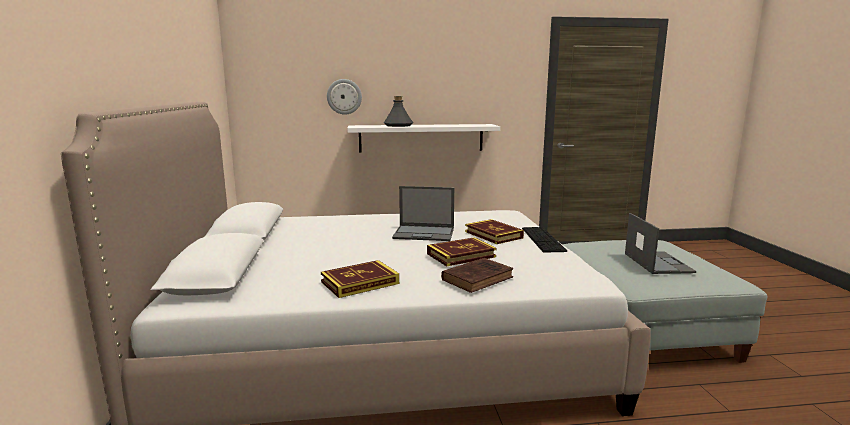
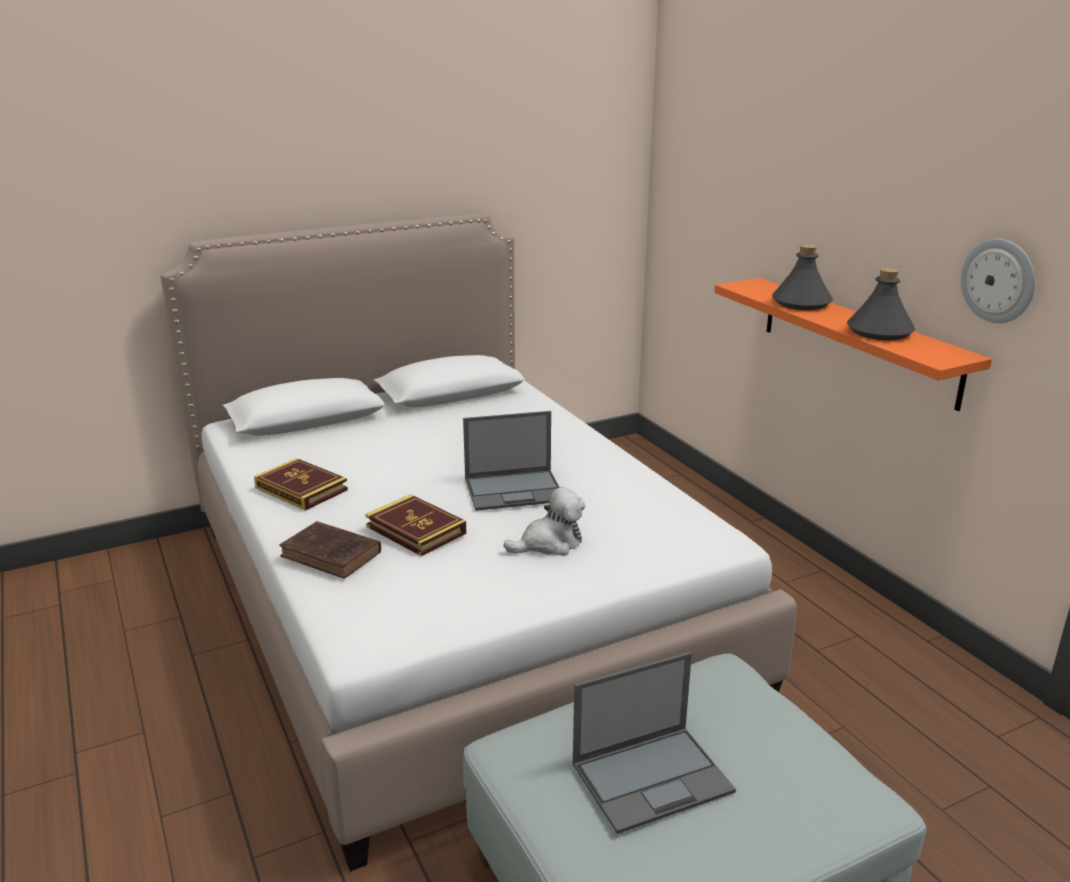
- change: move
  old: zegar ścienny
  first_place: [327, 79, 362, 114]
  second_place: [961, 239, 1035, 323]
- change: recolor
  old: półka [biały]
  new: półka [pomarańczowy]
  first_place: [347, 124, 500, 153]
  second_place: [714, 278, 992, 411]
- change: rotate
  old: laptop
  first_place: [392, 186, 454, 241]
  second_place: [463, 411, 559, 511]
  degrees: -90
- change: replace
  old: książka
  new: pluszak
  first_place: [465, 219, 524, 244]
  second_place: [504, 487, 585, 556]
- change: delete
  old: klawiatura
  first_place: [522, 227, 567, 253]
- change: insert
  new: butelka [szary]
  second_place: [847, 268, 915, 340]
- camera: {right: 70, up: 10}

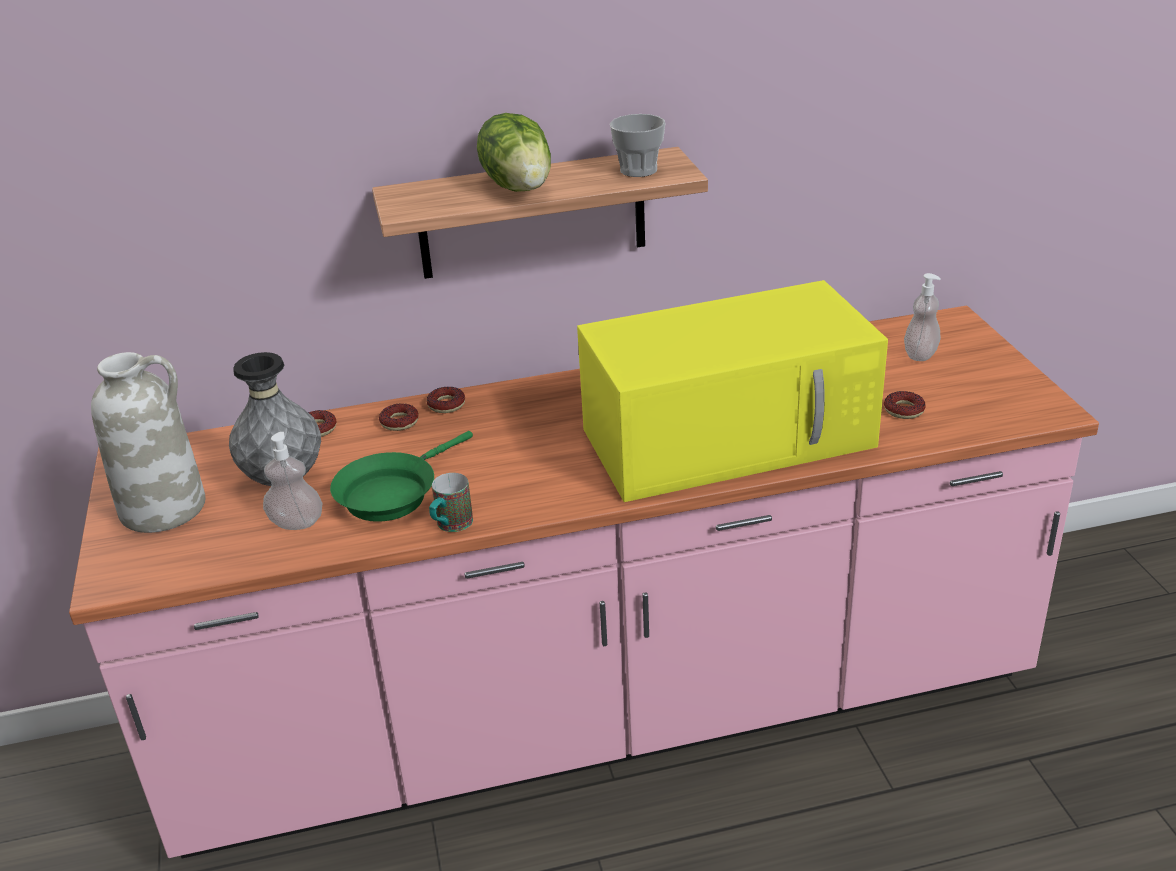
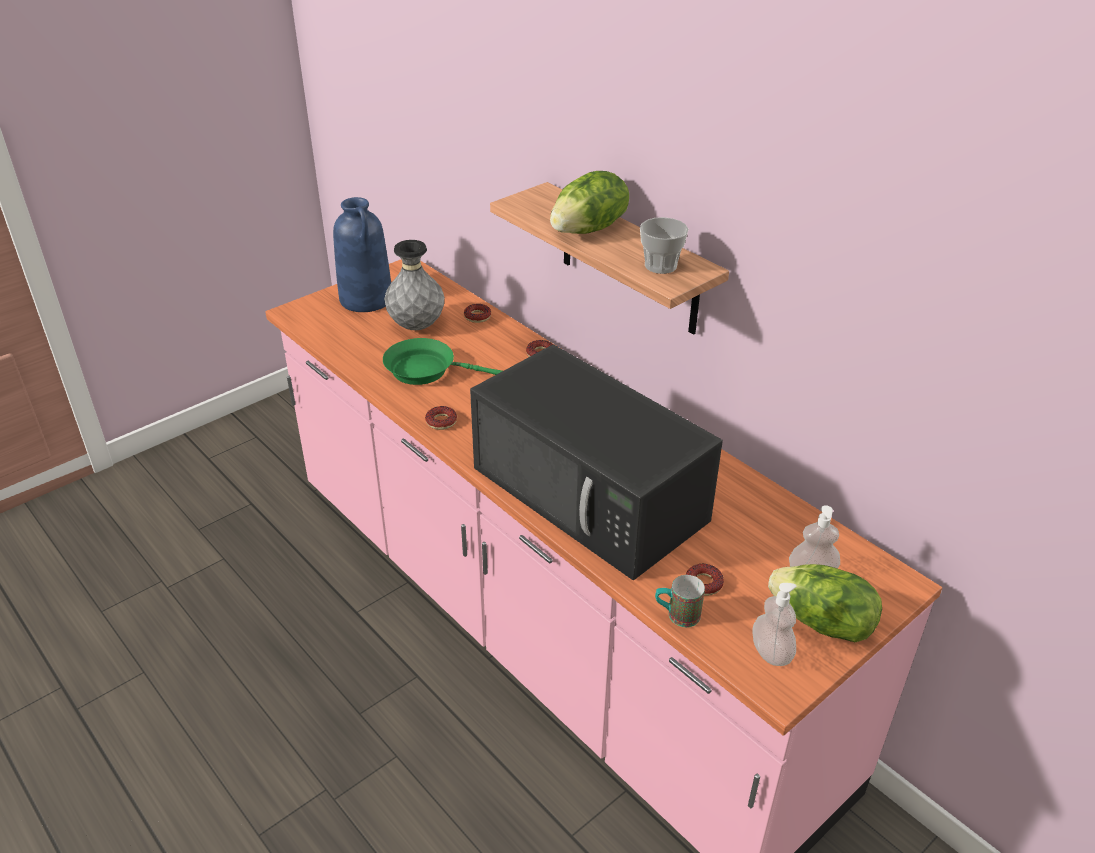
- change: recolor
  old: wazon [biały]
  new: wazon [niebieski]
  first_place: [91, 352, 205, 533]
  second_place: [333, 197, 391, 312]
- change: move
  old: dozownik mydła
  first_place: [263, 432, 322, 530]
  second_place: [752, 583, 797, 666]
- change: move
  old: donut
  first_place: [379, 403, 419, 431]
  second_place: [425, 406, 457, 430]
- change: move
  old: kubek
  first_place: [429, 473, 473, 532]
  second_place: [655, 575, 705, 627]
- change: recolor
  old: mikrofalówka [żółty]
  new: mikrofalówka [czarny]
  first_place: [577, 280, 888, 502]
  second_place: [470, 344, 723, 580]
- change: insert
  new: sałata
  second_place: [768, 564, 882, 642]
- camera: {right: 60, up: 5}

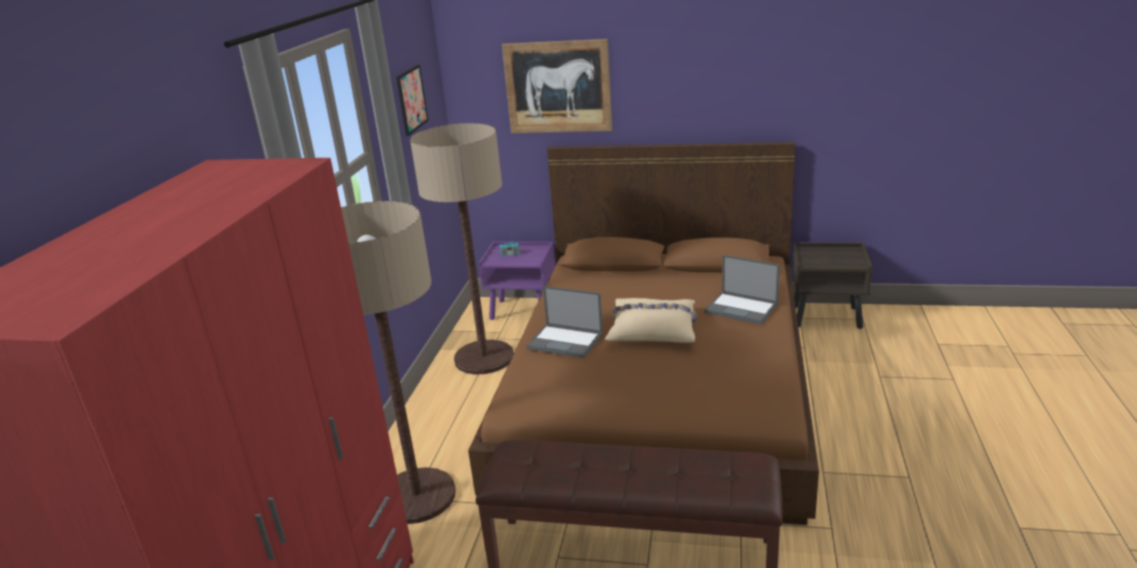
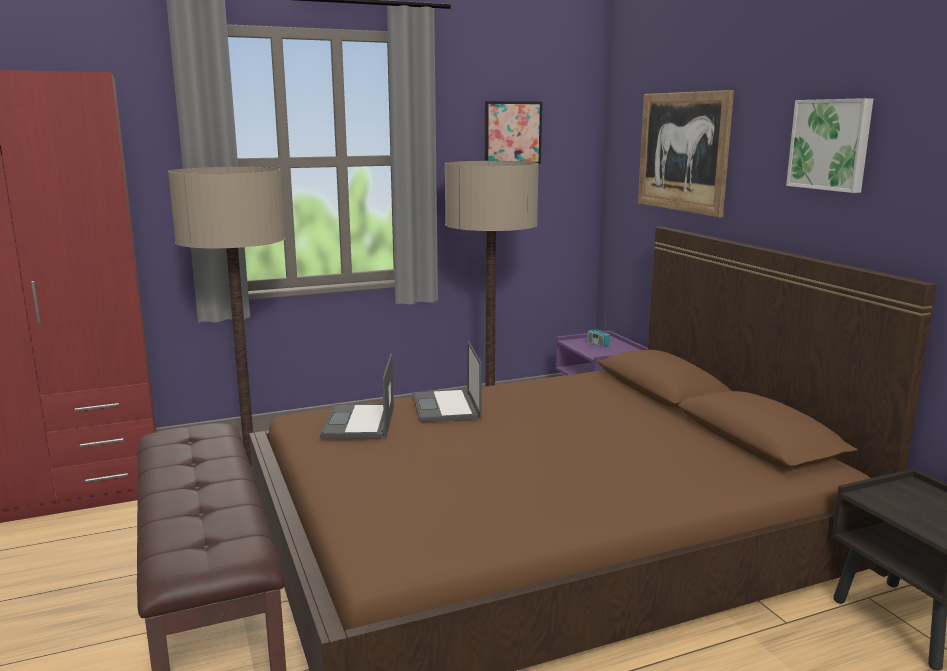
- change: delete
  old: poduszka [beżowy]
  first_place: [605, 298, 697, 343]
- change: move
  old: laptop
  first_place: [704, 255, 780, 325]
  second_place: [320, 353, 394, 438]
- change: insert
  new: obraz
  second_place: [786, 98, 873, 193]
- camera: {right: 55, up: -10}

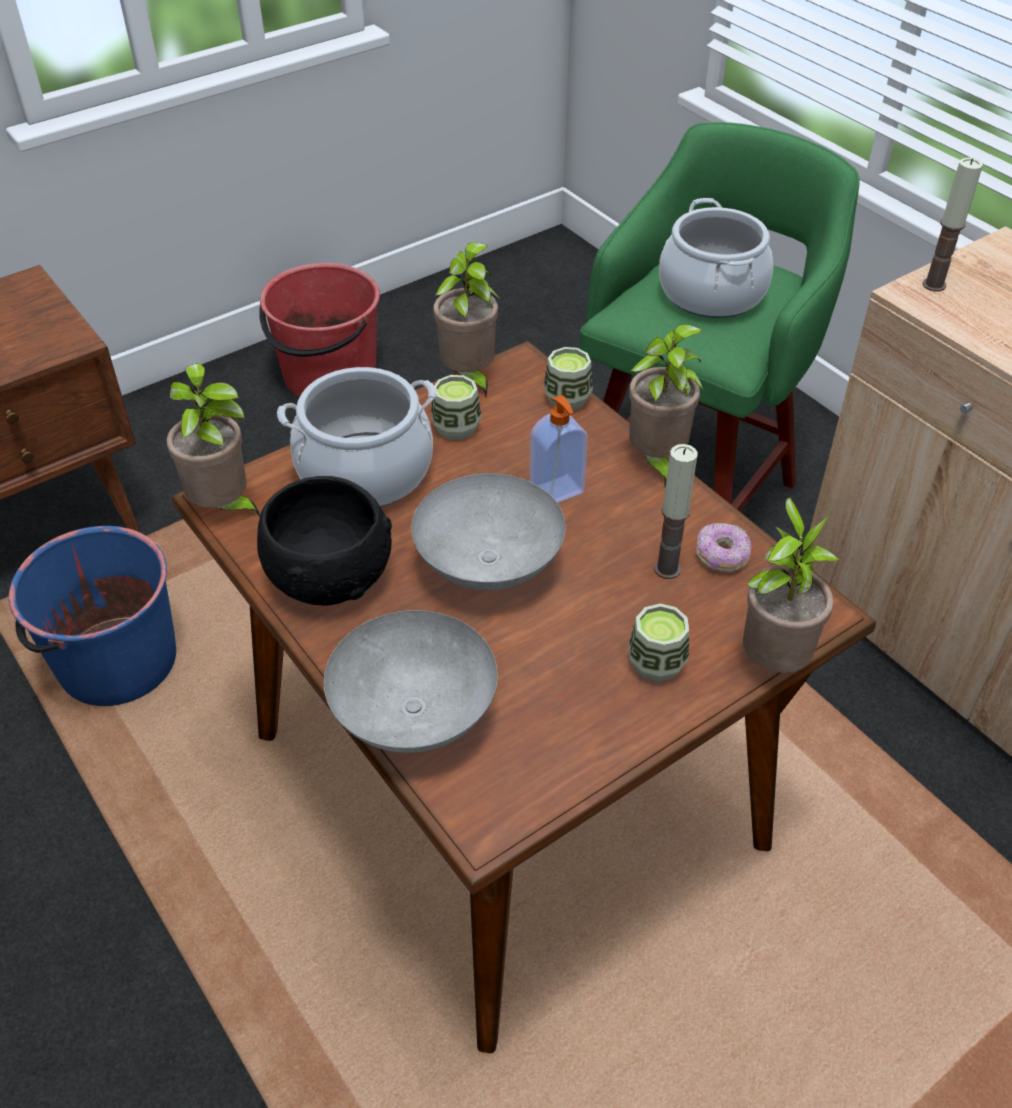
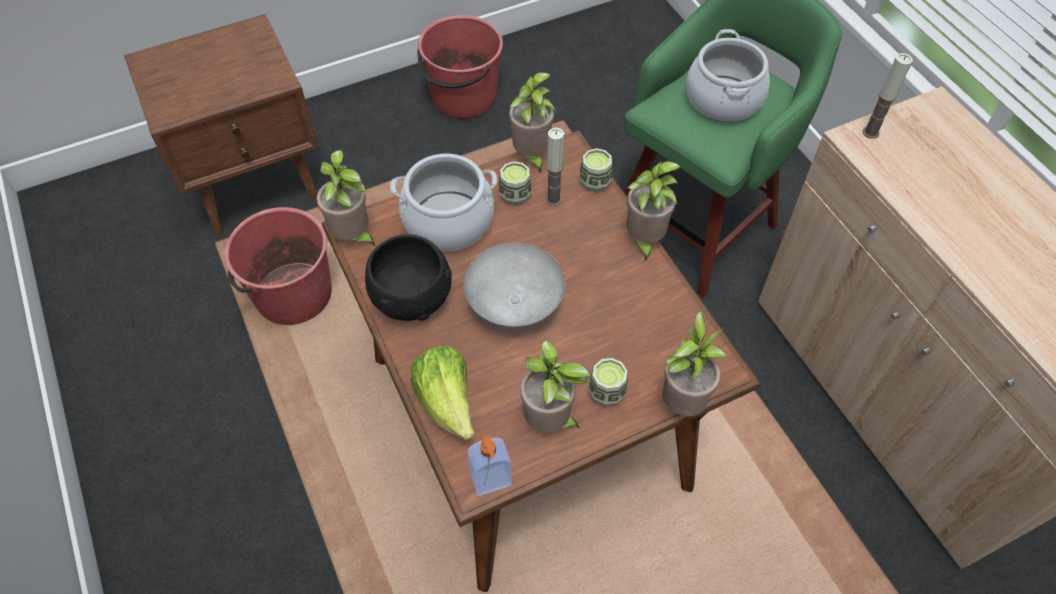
- change: recolor
  old: wiadro [niebieski]
  new: wiadro [czerwony]
  first_place: [9, 526, 176, 706]
  second_place: [224, 207, 332, 325]
- change: replace
  old: miska [szary]
  new: sałata
  first_place: [324, 610, 498, 753]
  second_place: [410, 346, 475, 440]
- change: move
  old: dozownik mydła
  first_place: [530, 395, 588, 503]
  second_place: [467, 435, 512, 496]
- change: move
  old: świeca
  first_place: [654, 444, 698, 579]
  second_place: [546, 128, 564, 206]
- change: delete
  old: donut
  first_place: [696, 523, 751, 572]
- change: insert
  new: roślina doniczkowa
  second_place: [520, 340, 590, 433]
- camera: {right: 10, up: 10}

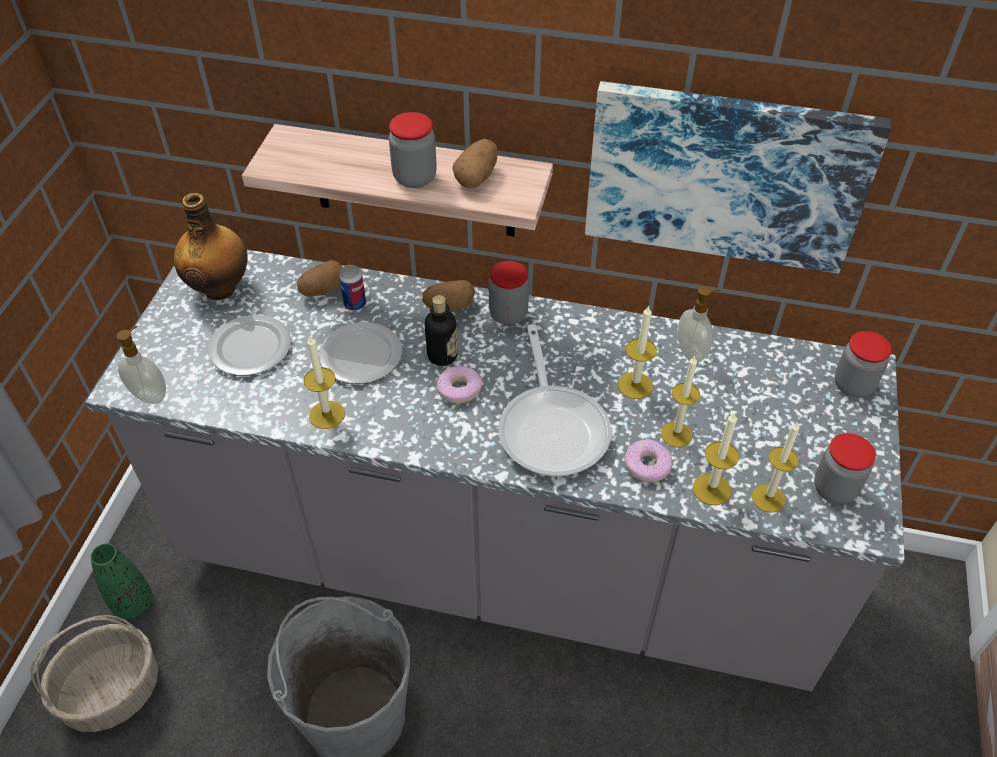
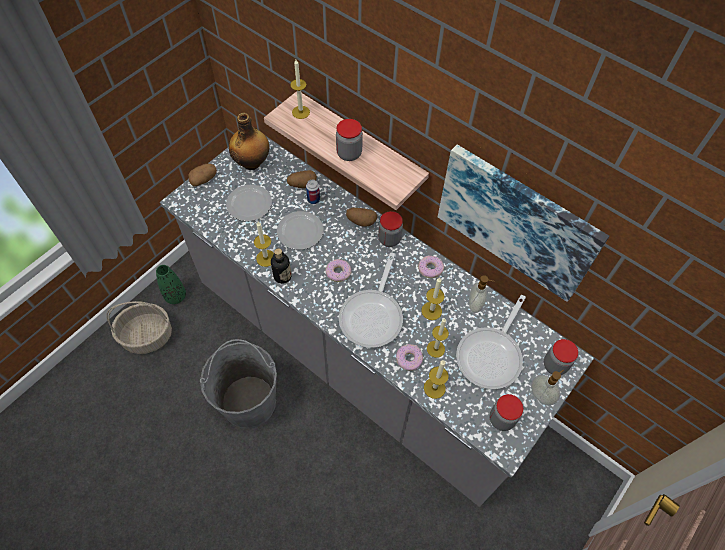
- change: move
  old: dozownik mydła
  first_place: [116, 326, 166, 404]
  second_place: [531, 369, 564, 405]
- change: move
  old: butelka
  first_place: [425, 295, 458, 366]
  second_place: [271, 248, 291, 284]
- change: move
  old: ziemniak
  first_place: [452, 139, 497, 189]
  second_place: [189, 164, 217, 186]
- change: move
  old: świeca
  first_place: [752, 422, 799, 513]
  second_place: [290, 60, 310, 119]
- change: insert
  new: donut
  second_place: [418, 256, 444, 278]
- change: insert
  new: patelnia
  second_place: [456, 295, 526, 389]
- camera: {right: 25, up: 10}

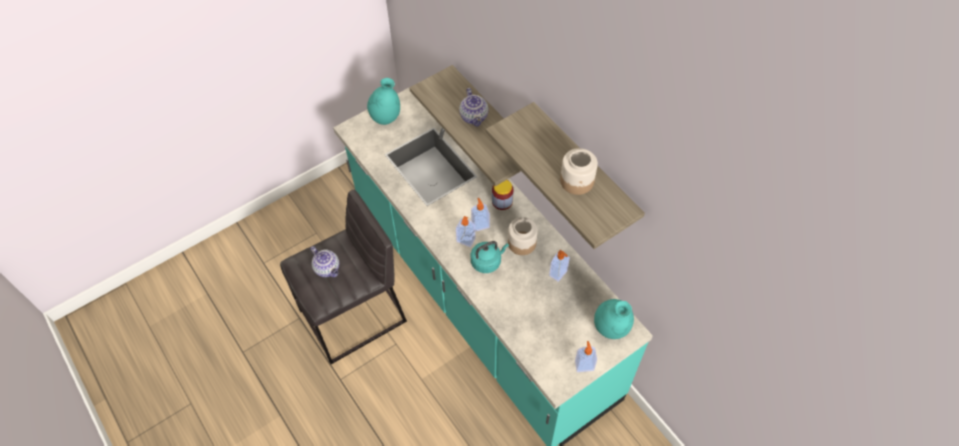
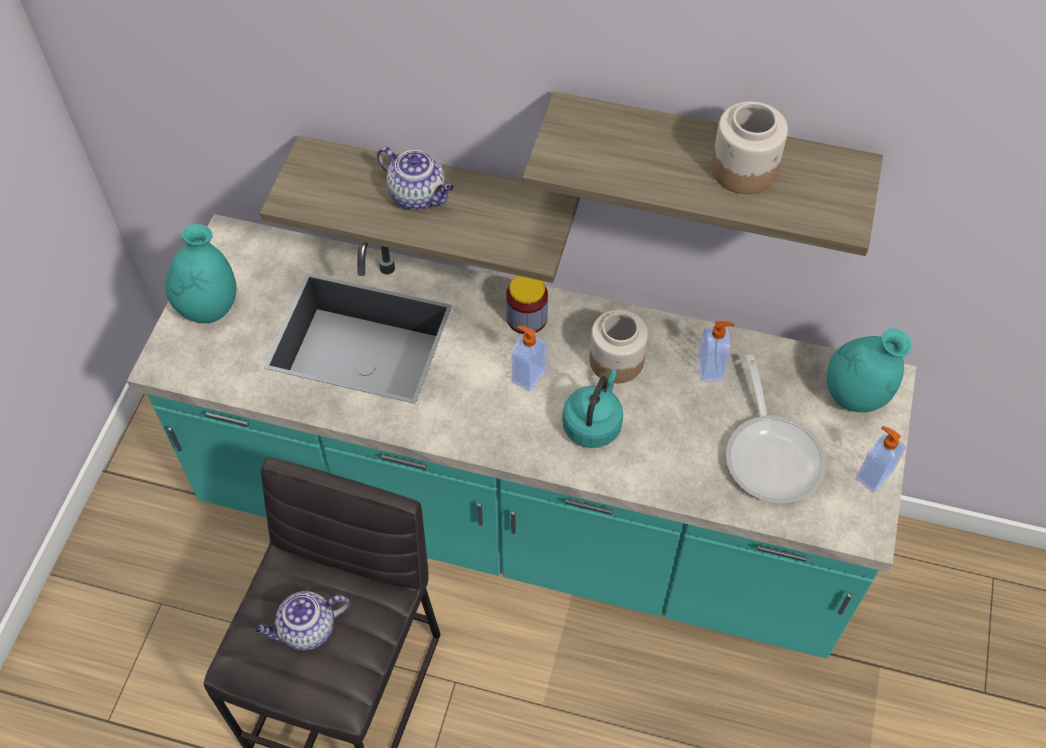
- change: rotate
  old: imbryk
  first_place: [310, 246, 339, 277]
  second_place: [255, 591, 350, 651]
  degrees: 150
- change: delete
  old: dozownik mydła
  first_place: [456, 216, 476, 247]
- change: insert
  new: patelnia
  second_place: [726, 354, 826, 503]
- camera: {right: -40, up: 0}

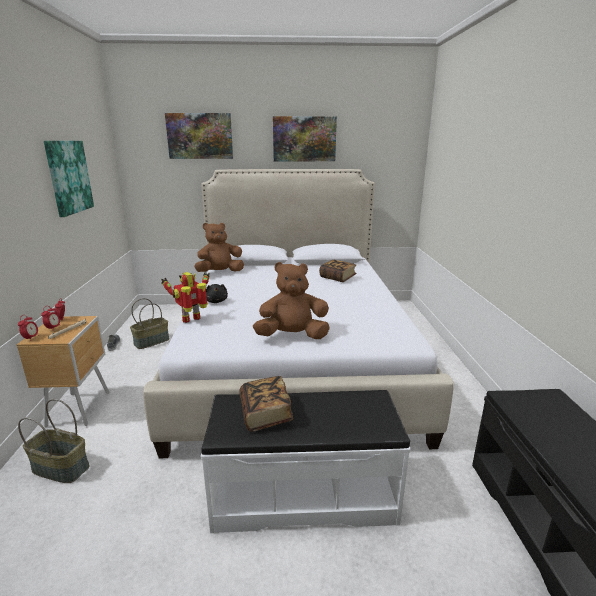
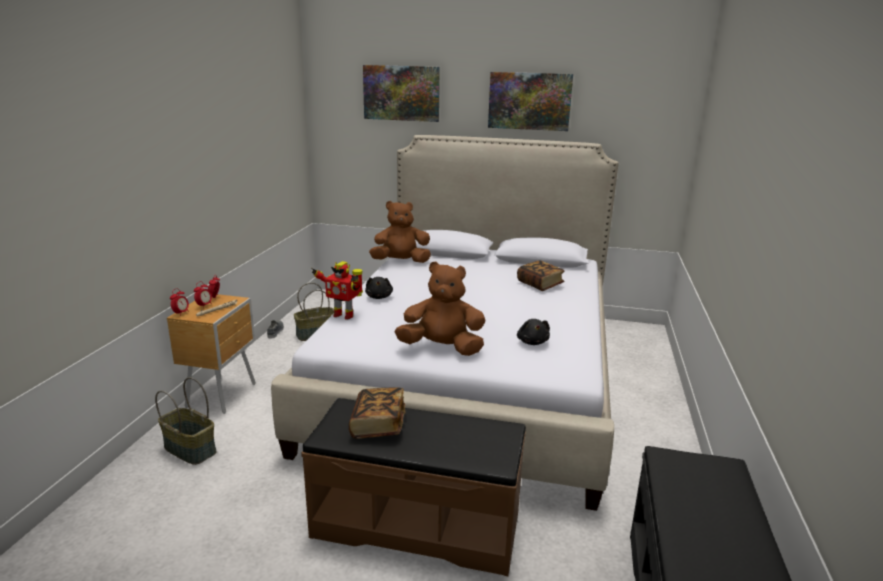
- change: delete
  old: obraz
  first_place: [44, 141, 94, 217]
- change: rotate
  old: robot zabawkowy
  first_place: [161, 272, 210, 323]
  second_place: [311, 261, 363, 320]
  degrees: -135
- change: recolor
  old: ławka [biały]
  new: ławka [brązowy]
  first_place: [201, 390, 410, 533]
  second_place: [301, 398, 526, 576]
- change: insert
  new: pluszak [czarny]
  second_place: [517, 319, 550, 345]
- camera: {right: 15, up: 0}

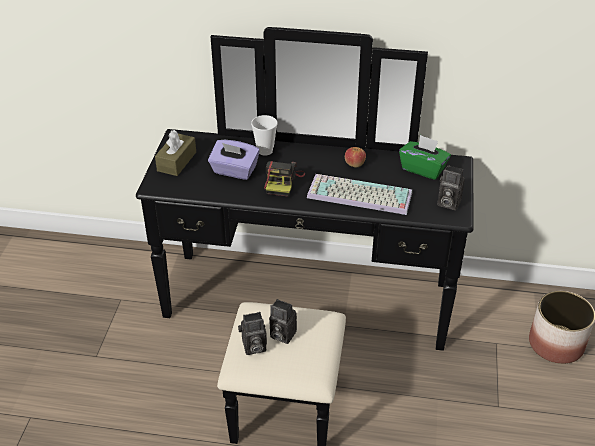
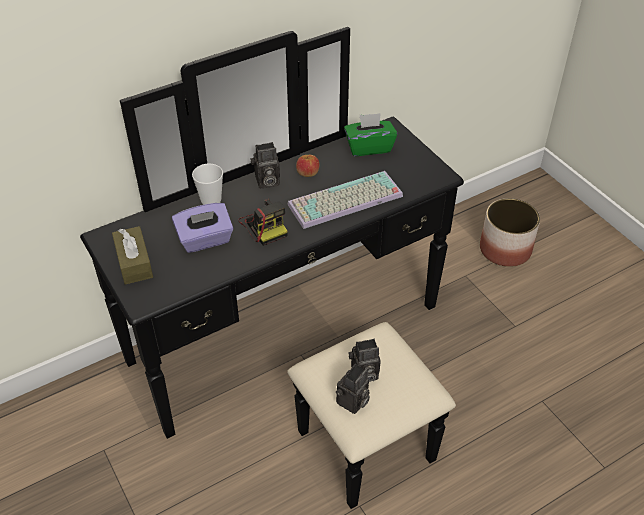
- change: move
  old: aparat fotograficzny
  first_place: [437, 165, 465, 211]
  second_place: [251, 142, 280, 189]
- camera: {right: -40, up: 5}

